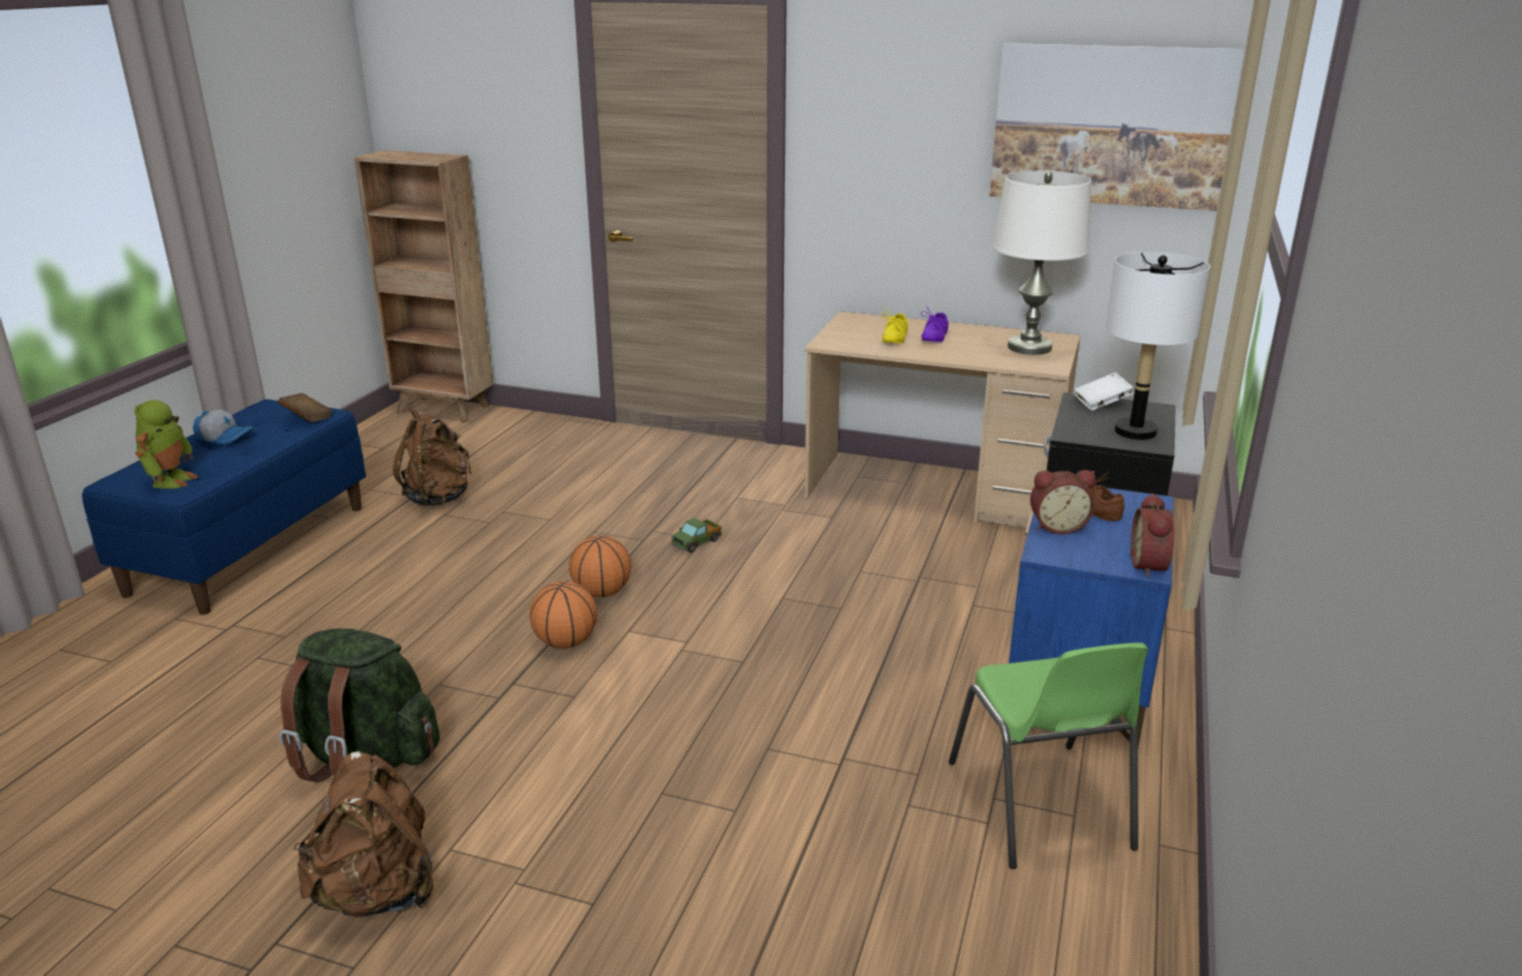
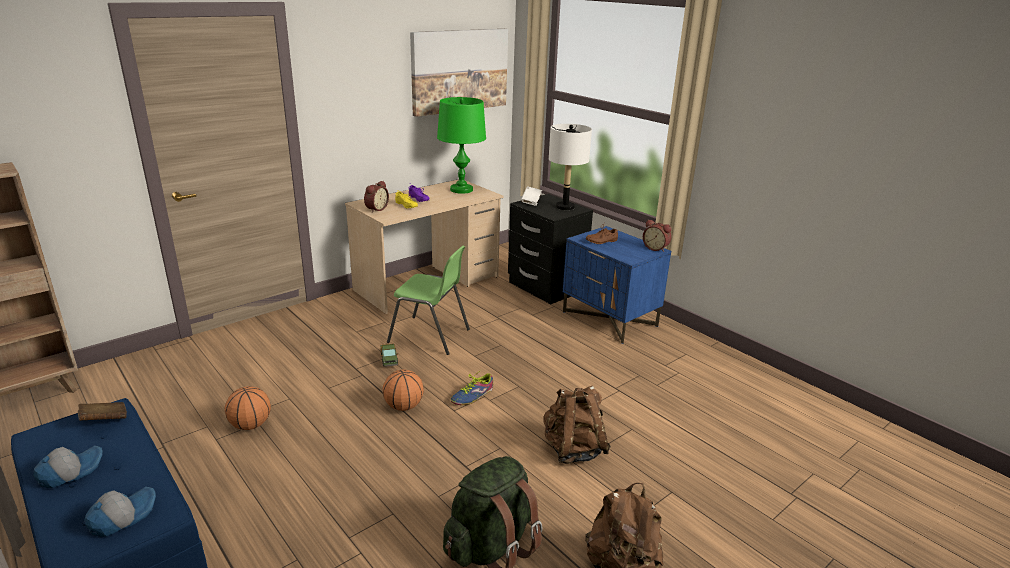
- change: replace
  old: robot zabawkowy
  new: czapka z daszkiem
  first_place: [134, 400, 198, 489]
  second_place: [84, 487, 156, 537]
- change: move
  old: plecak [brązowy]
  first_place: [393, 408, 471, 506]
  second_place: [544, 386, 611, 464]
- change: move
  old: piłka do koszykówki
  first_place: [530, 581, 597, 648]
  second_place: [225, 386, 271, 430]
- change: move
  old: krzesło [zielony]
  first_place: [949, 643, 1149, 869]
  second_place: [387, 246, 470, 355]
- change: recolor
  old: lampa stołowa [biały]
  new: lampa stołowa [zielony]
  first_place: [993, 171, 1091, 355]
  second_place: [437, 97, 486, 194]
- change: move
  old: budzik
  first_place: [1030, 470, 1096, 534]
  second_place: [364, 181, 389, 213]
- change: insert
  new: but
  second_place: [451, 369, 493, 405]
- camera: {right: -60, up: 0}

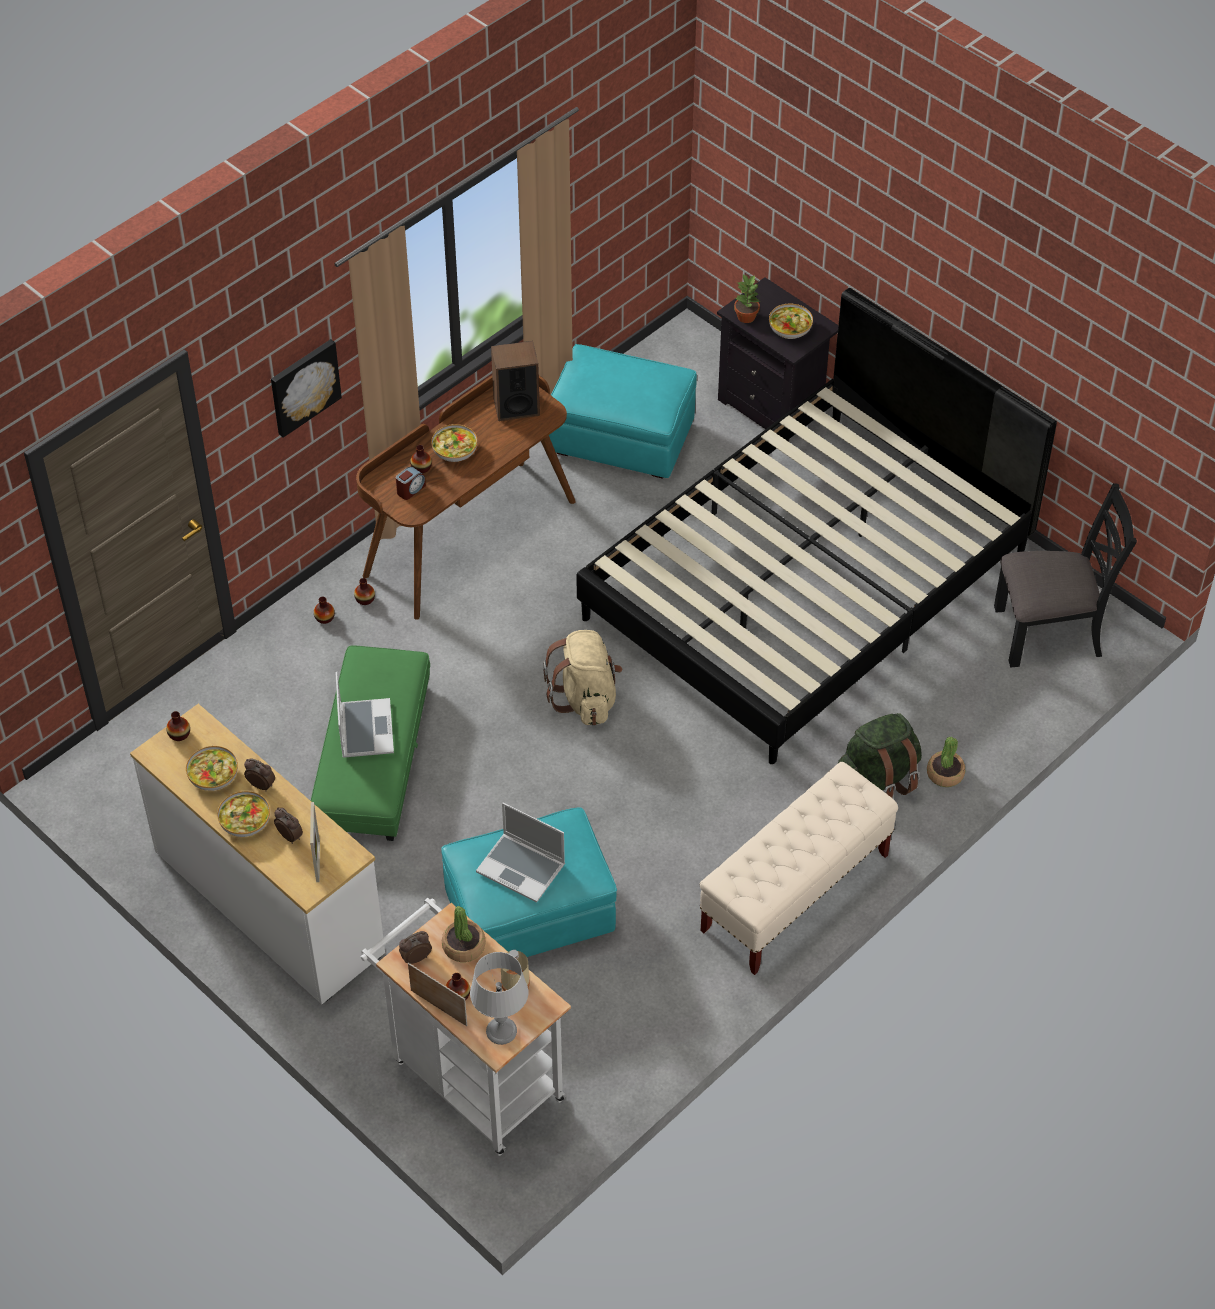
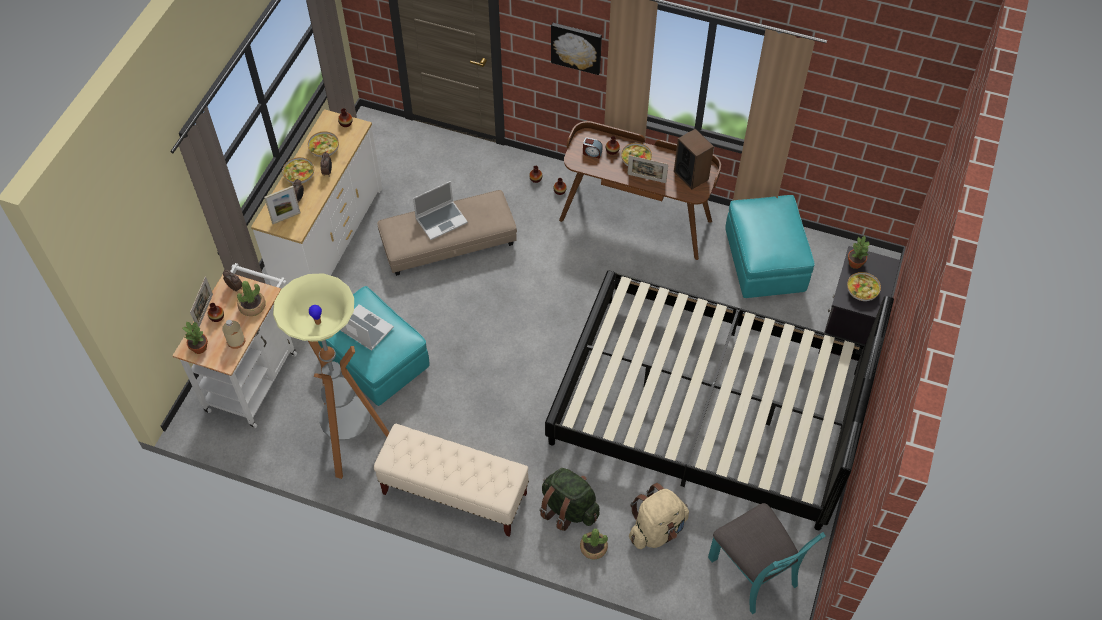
- change: recolor
  old: pufa [zielony]
  new: pufa [beżowy]
  first_place: [311, 645, 430, 841]
  second_place: [377, 190, 517, 276]
- change: replace
  old: lampa stołowa [szary]
  new: roślina doniczkowa
  first_place: [470, 952, 528, 1045]
  second_place: [183, 321, 208, 354]
- change: rotate
  old: laptop
  first_place: [476, 803, 565, 903]
  second_place: [340, 304, 394, 351]
  degrees: 120
- change: move
  old: plecak [beżowy]
  first_place: [543, 630, 622, 725]
  second_place: [629, 483, 689, 549]
- change: recolor
  old: krzesło [czarny]
  new: krzesło [turkusowy]
  first_place: [994, 483, 1137, 667]
  second_place: [708, 503, 826, 614]
- change: insert
  new: lampa stojąca
  second_place: [273, 273, 389, 479]
- change: insert
  new: ramka na zdjęcie
  second_place: [627, 155, 668, 183]
- camera: {right: 65, up: 5}

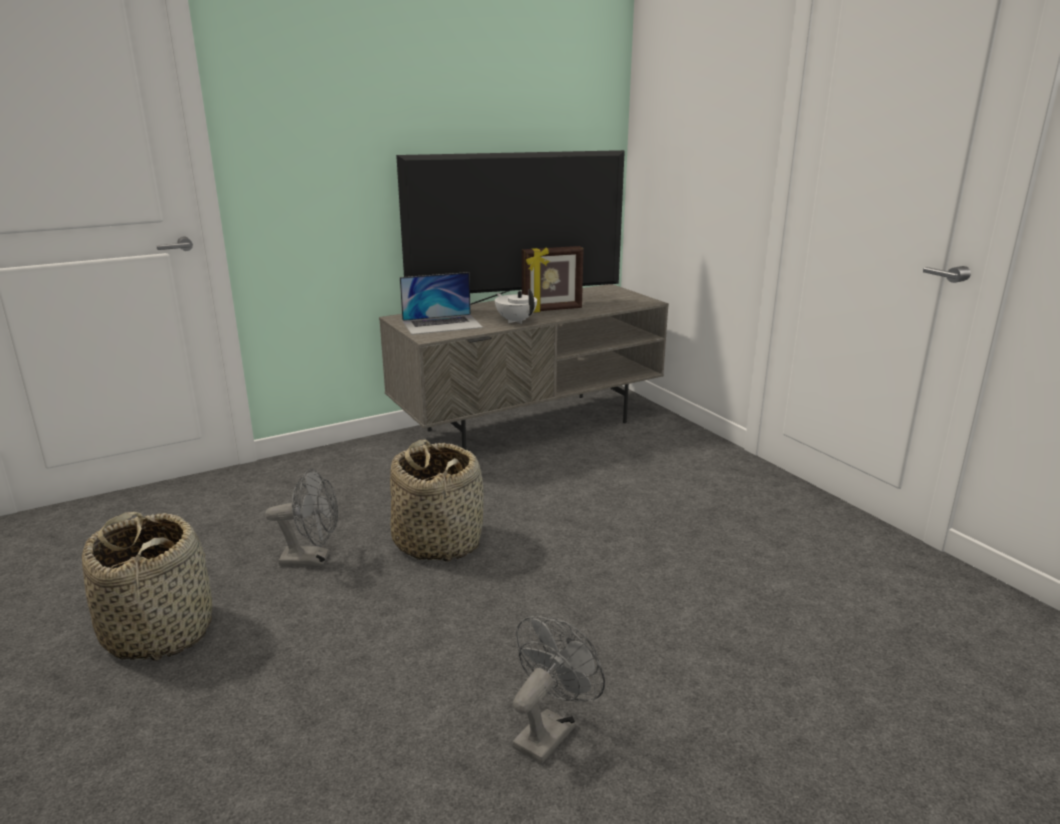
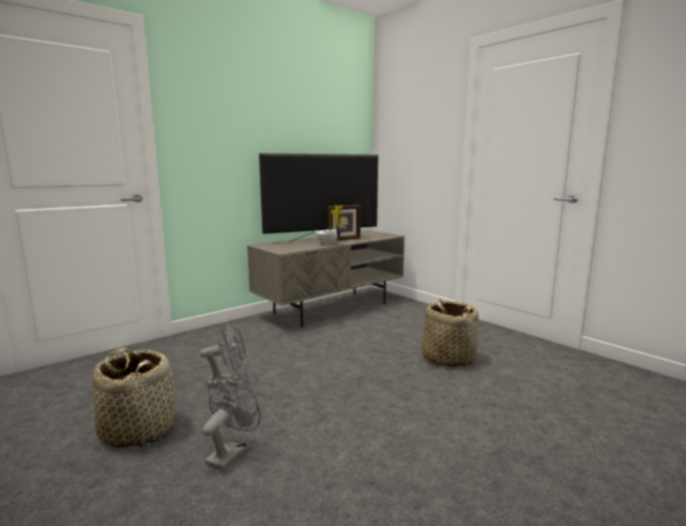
- change: move
  old: koszyk
  first_place: [390, 440, 483, 561]
  second_place: [422, 298, 479, 367]
- change: delete
  old: laptop
  first_place: [400, 272, 483, 335]
- change: move
  old: wentylator [szary]
  first_place: [512, 616, 605, 764]
  second_place: [202, 377, 261, 471]
- camera: {right: -10, up: -10}

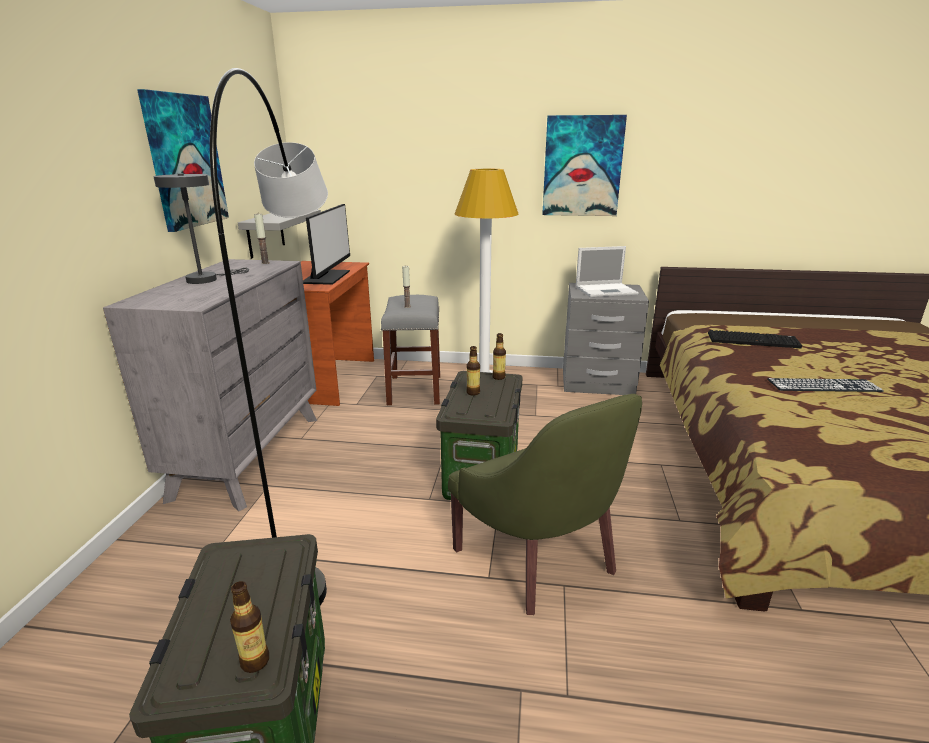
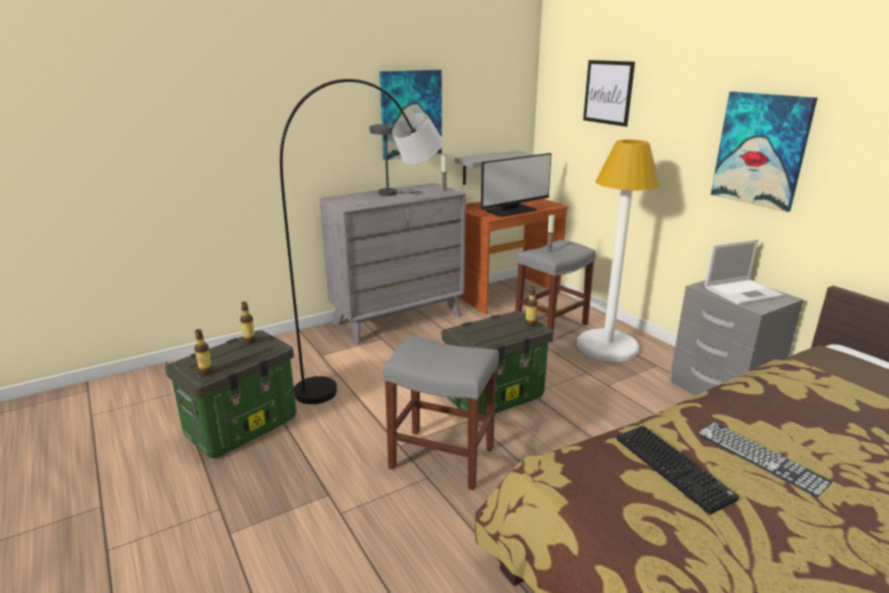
- change: replace
  old: fotel [zielony]
  new: stołek [szary]
  first_place: [448, 394, 642, 615]
  second_place: [382, 336, 499, 490]
- change: move
  old: butelka
  first_place: [466, 346, 480, 396]
  second_place: [240, 302, 256, 344]
- change: rotate
  old: laptop
  first_place: [576, 246, 639, 297]
  second_place: [705, 239, 784, 305]
  degrees: -60
- change: move
  old: klawiatura
  first_place: [708, 330, 802, 348]
  second_place: [617, 426, 739, 515]
- change: insert
  new: obraz
  second_place: [583, 60, 635, 127]
- camera: {right: 50, up: 0}

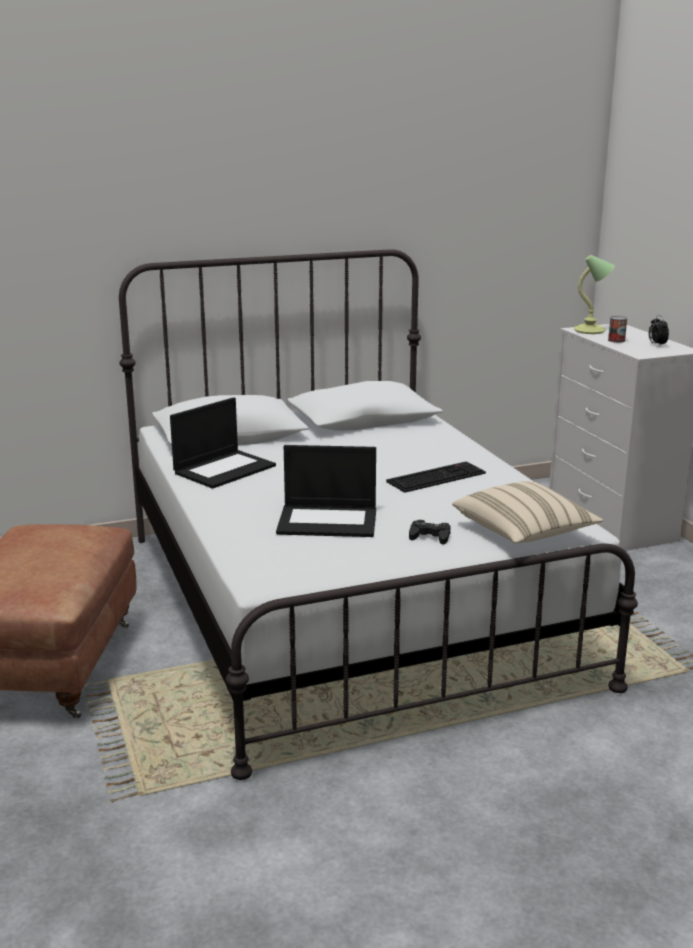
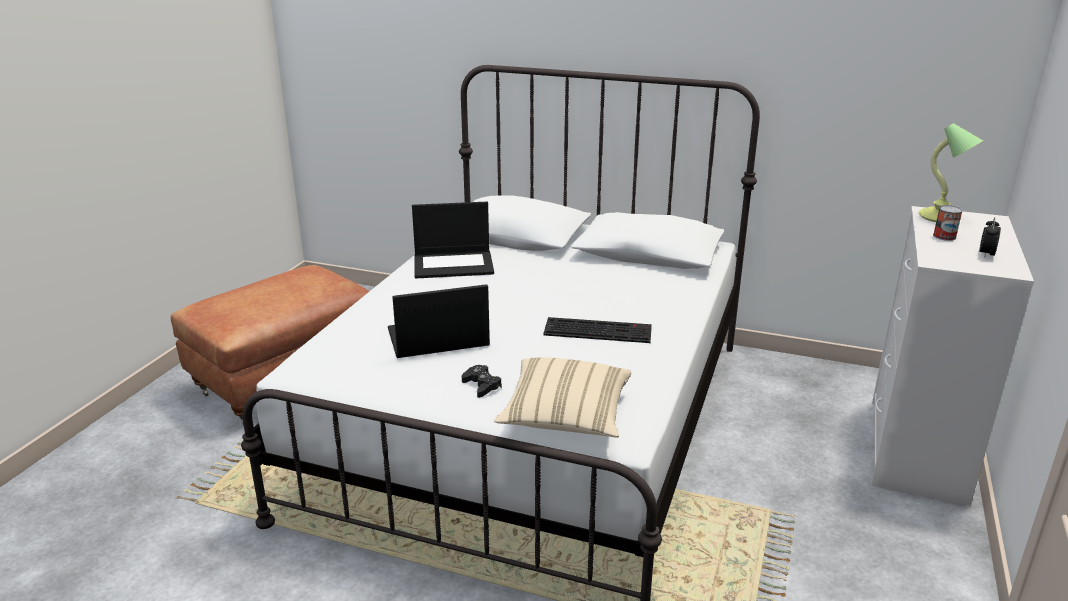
- change: rotate
  old: laptop
  first_place: [276, 445, 376, 537]
  second_place: [388, 284, 490, 358]
  degrees: 120
- camera: {right: 40, up: 5}

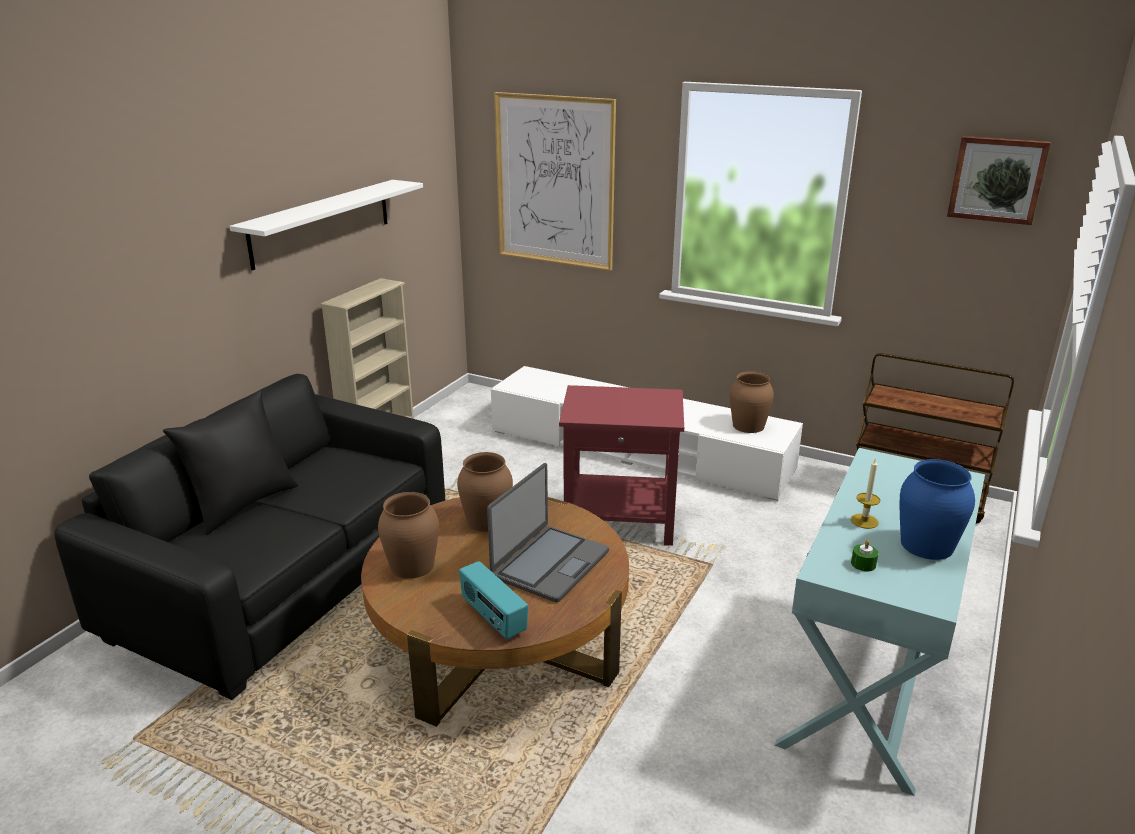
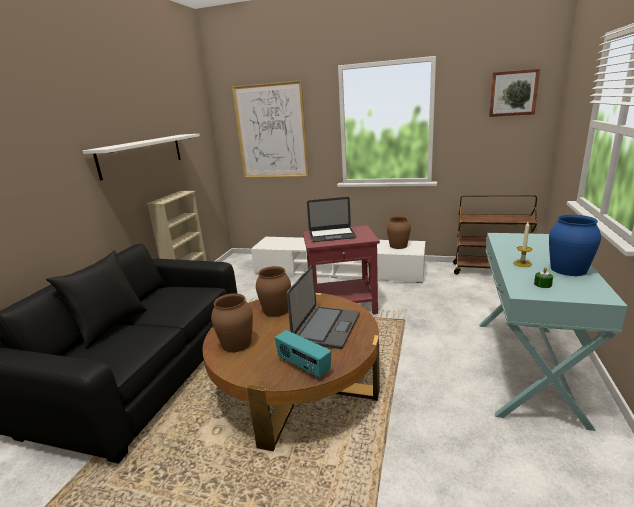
- change: insert
  new: laptop
  second_place: [307, 197, 357, 242]
- camera: {right: -10, up: -5}

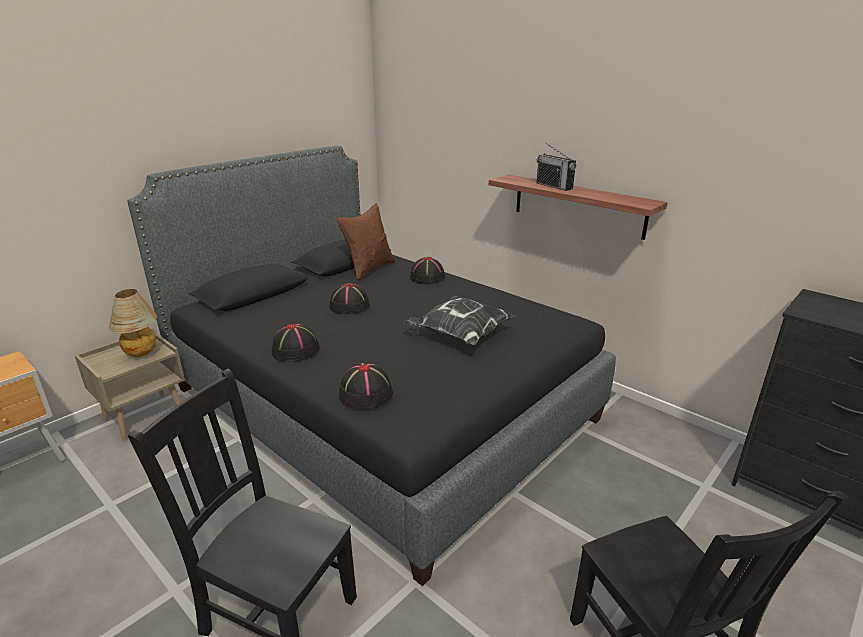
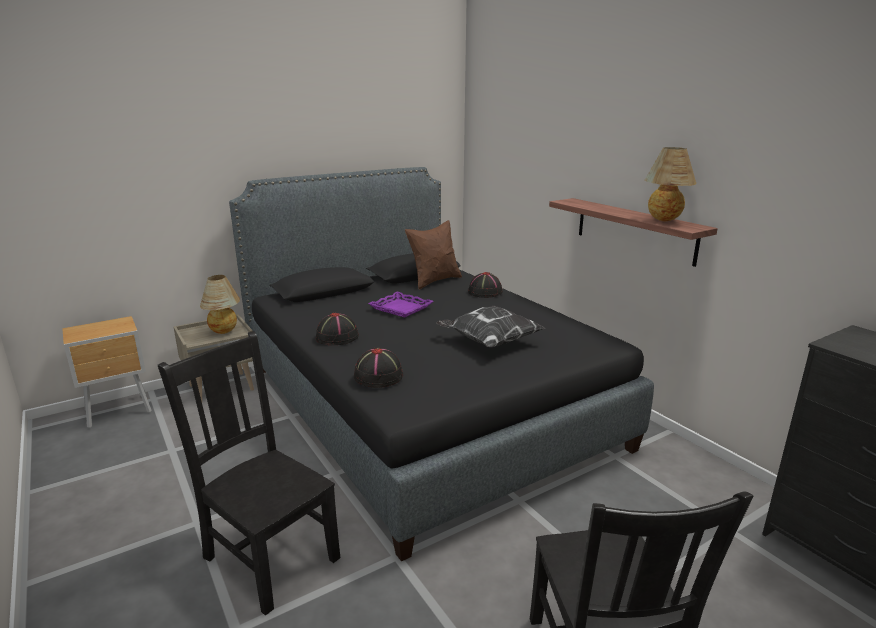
- change: replace
  old: kapelusz [czarny]
  new: taca [fioletowy]
  first_place: [329, 283, 370, 314]
  second_place: [368, 292, 434, 318]
- change: delete
  old: radio
  first_place: [537, 143, 576, 191]
- change: insert
  new: lampa stołowa
  second_place: [645, 147, 696, 221]
- camera: {right: 15, up: -5}

